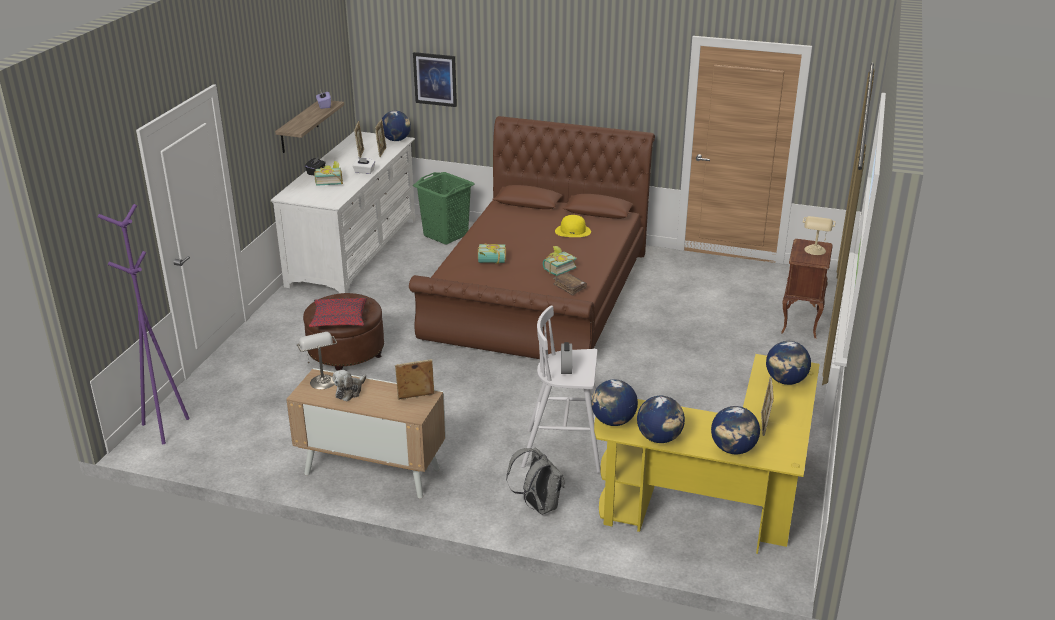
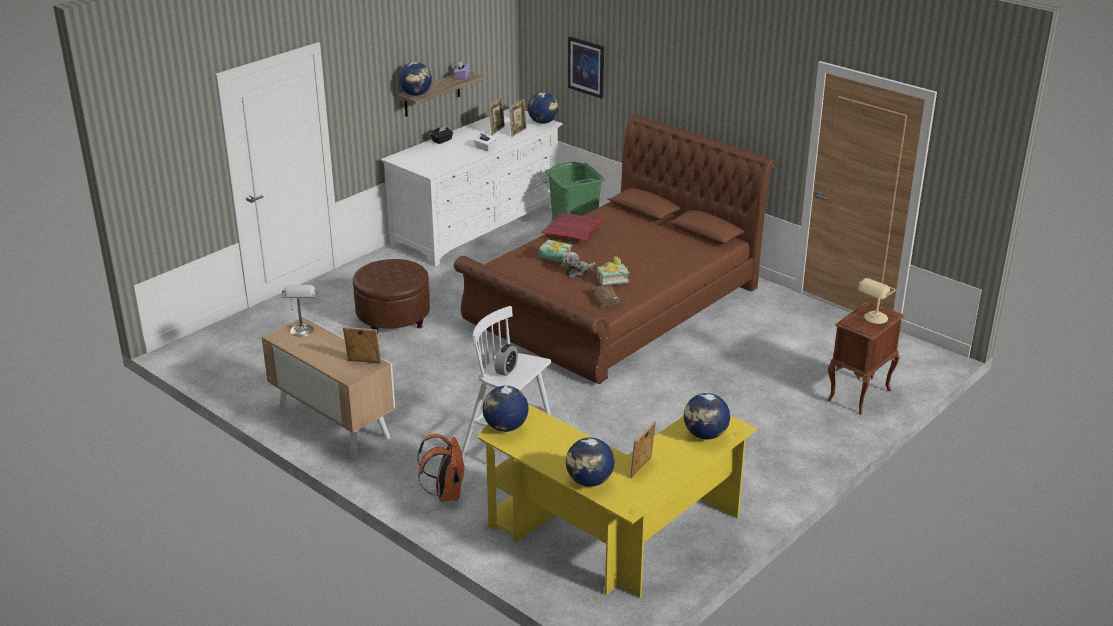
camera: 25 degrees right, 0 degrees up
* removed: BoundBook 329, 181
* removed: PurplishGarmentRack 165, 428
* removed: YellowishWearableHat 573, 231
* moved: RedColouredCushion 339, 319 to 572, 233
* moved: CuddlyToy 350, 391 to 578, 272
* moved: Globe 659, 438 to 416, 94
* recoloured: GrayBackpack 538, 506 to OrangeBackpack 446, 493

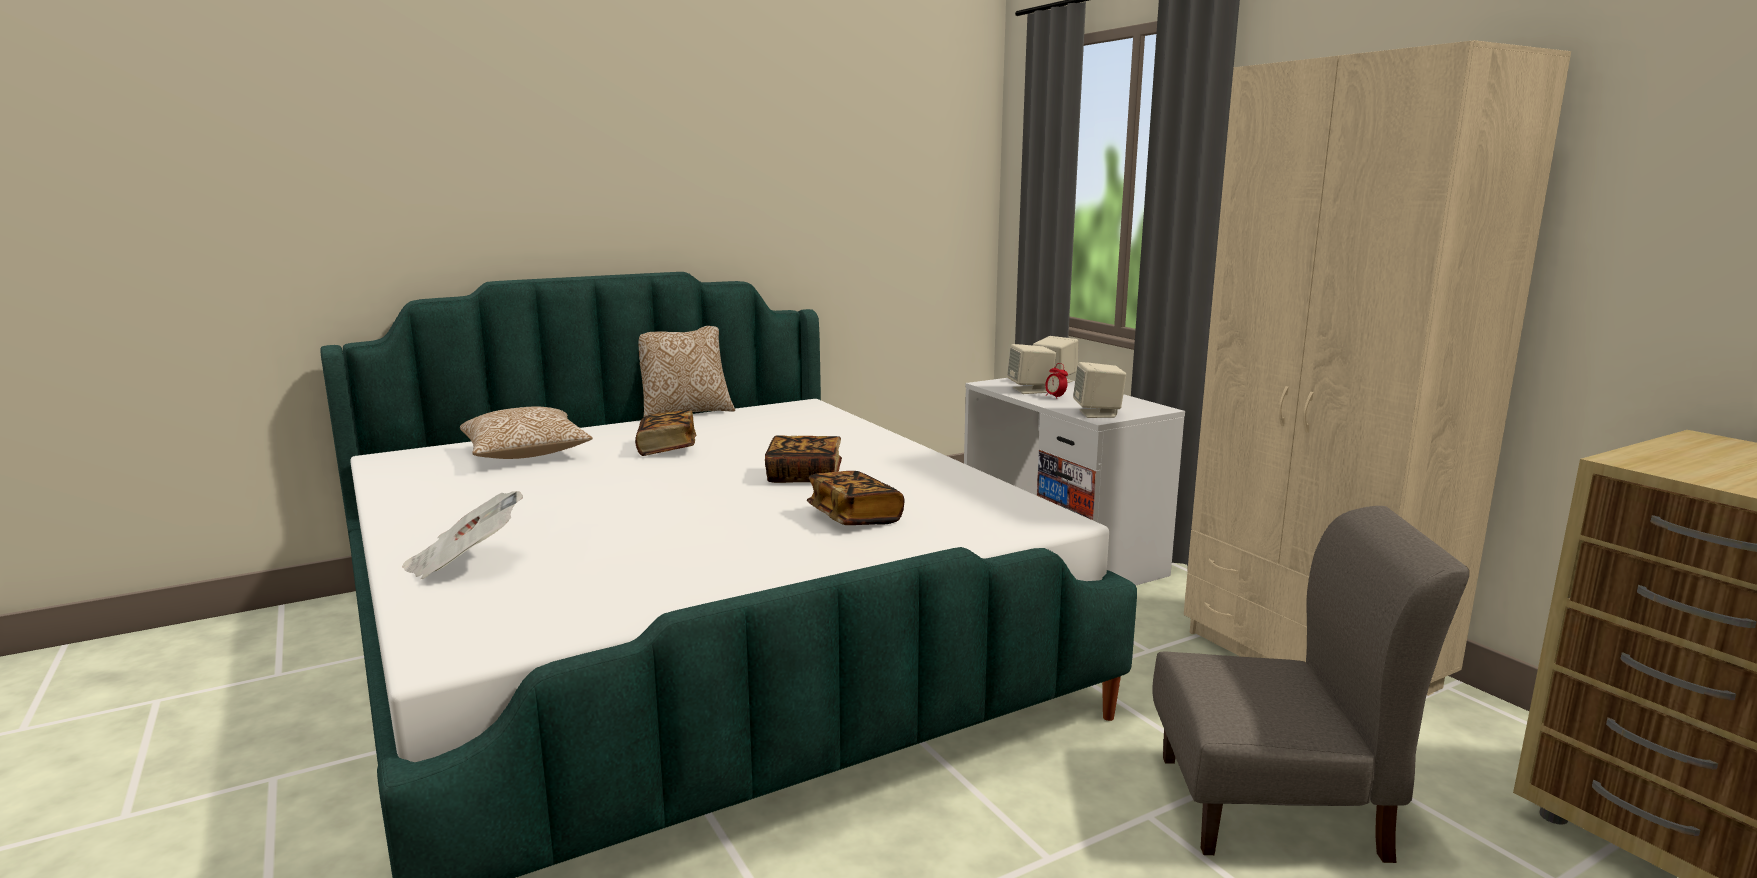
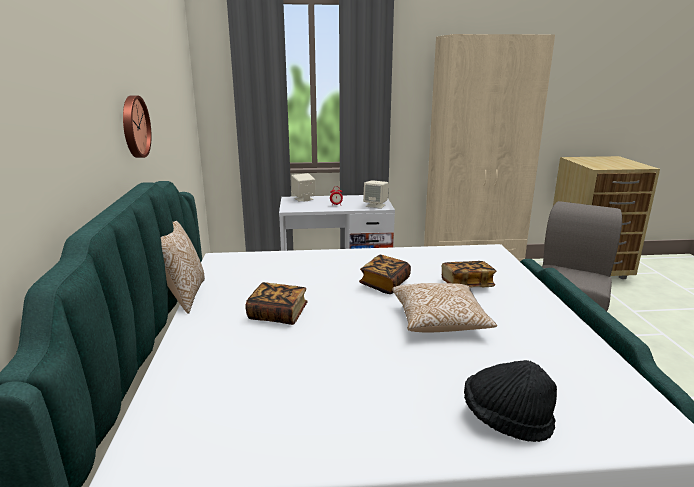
camera: 65 degrees left, 5 degrees up
* removed: BeigeAudioSpeaker 1030, 390
* moved: Cushion 526, 454 to 439, 321
* replaced: DailyPaper 464, 564 to BlackishWearableHat 506, 420
* added: ClockOnTheWall 134, 127

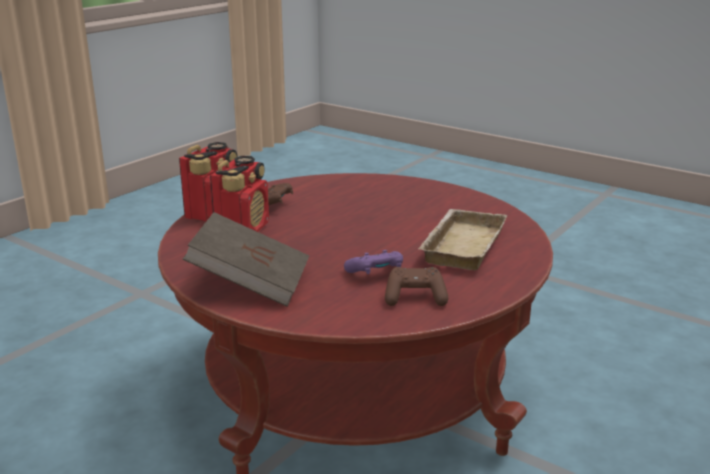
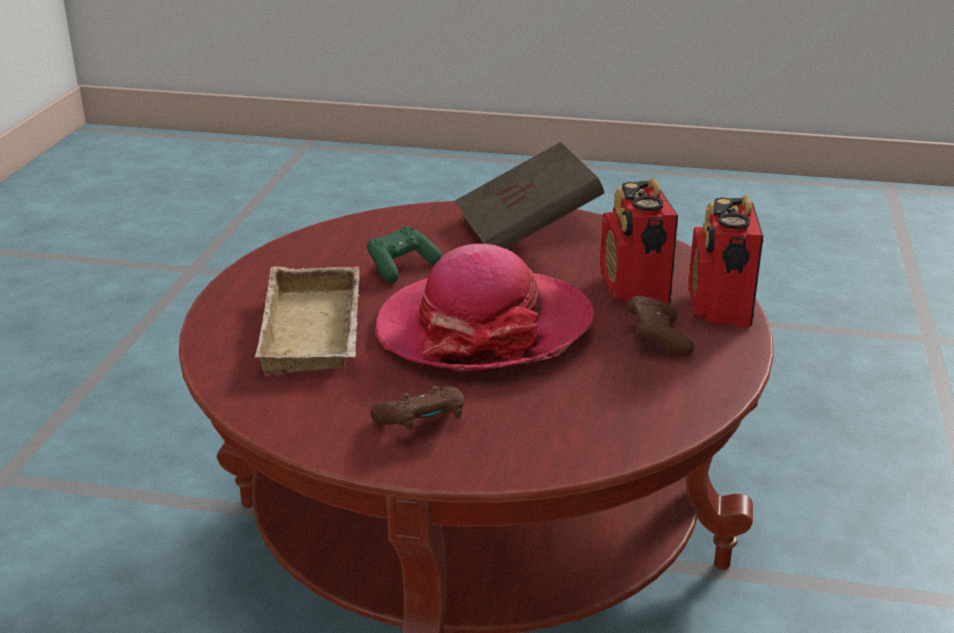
camera: 155 degrees right, 5 degrees up
* recoloured: PurplishGamepad 376, 274 to GreenColouredGamepad 401, 267
* moved: BrownGamepad 415, 298 to 422, 424
* added: WearableHat 484, 327

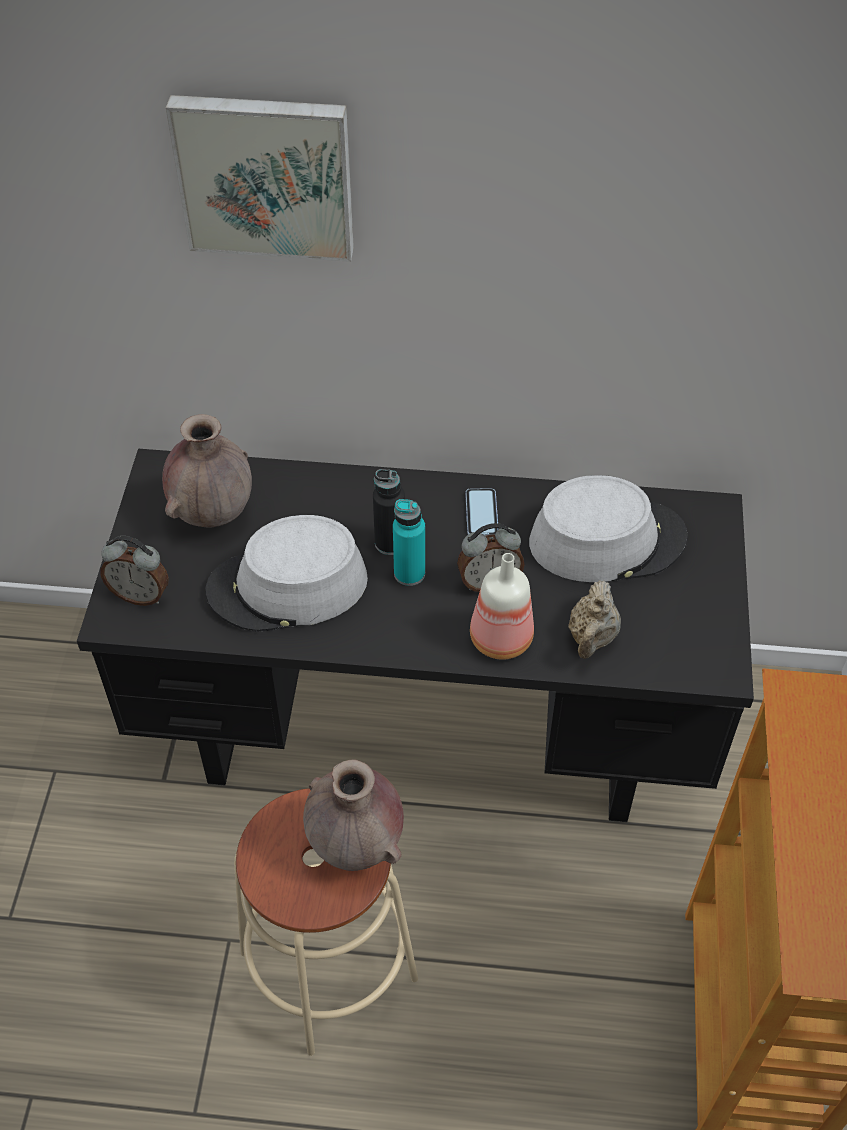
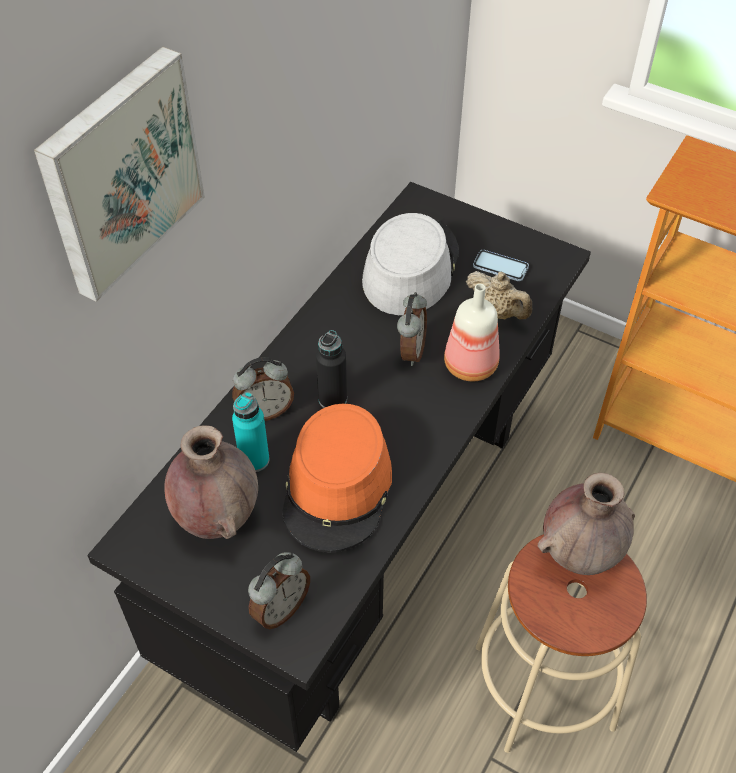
camera: 65 degrees left, 0 degrees up
* moved: Telephone 481, 514 to 500, 267
* moved: TurquoiseBottle 409, 573 to 254, 460
* recoloured: GrayWearableHat 288, 587 to OrangeWearableHat 338, 488
* added: BedsideClock 265, 411

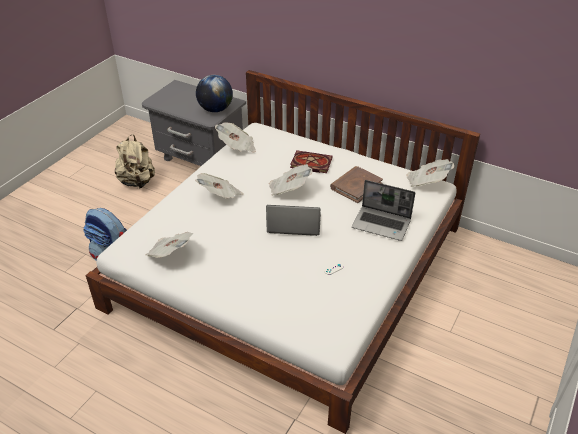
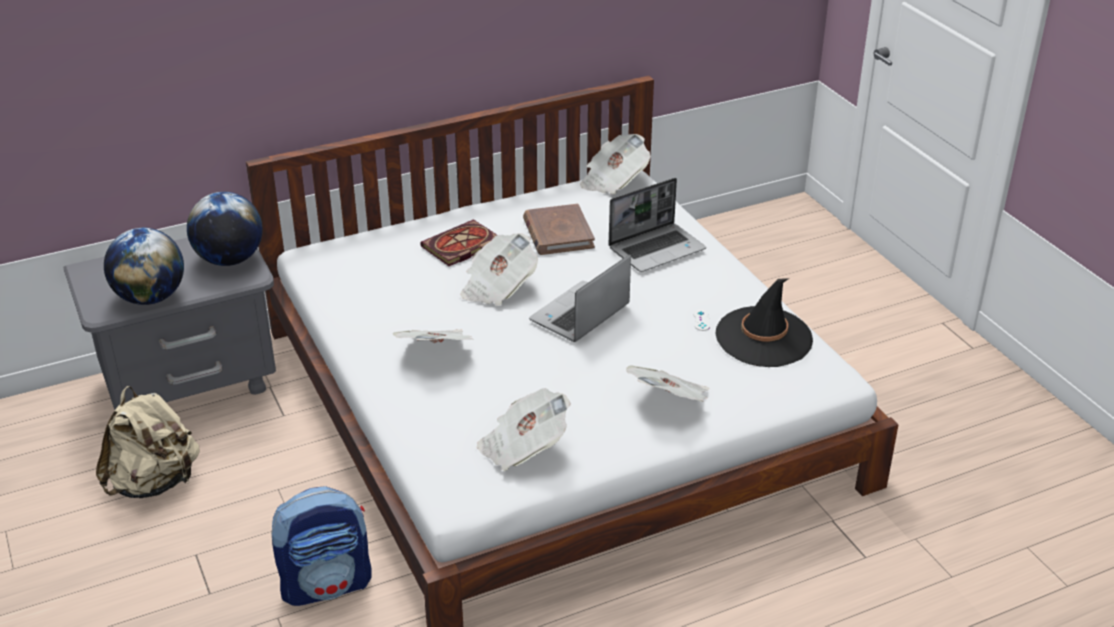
camera: 55 degrees left, 5 degrees down
* moved: DailyPaper 237, 147 to 670, 401
* added: Globe 150, 297
* added: BlackishWearableHat 764, 337

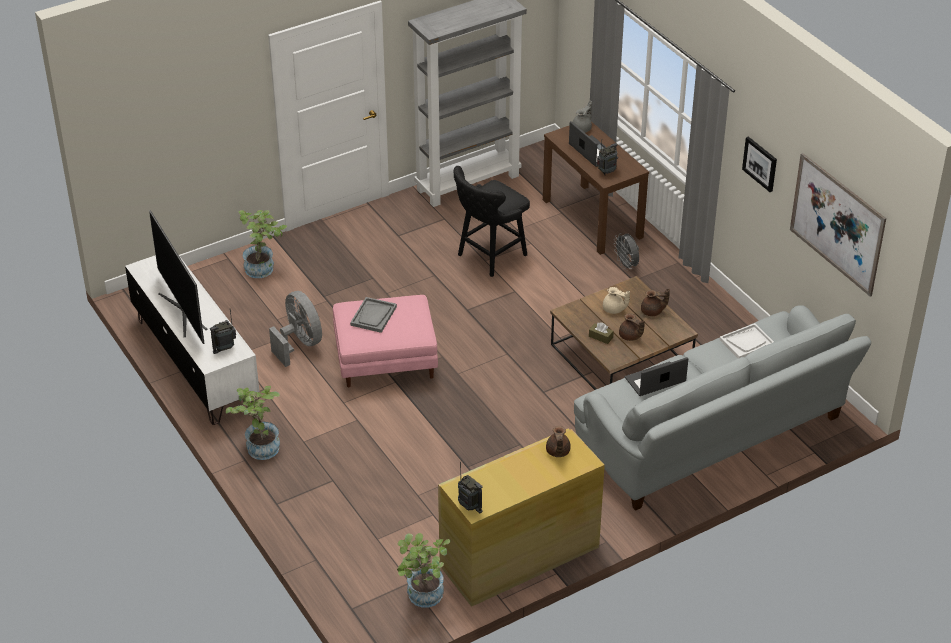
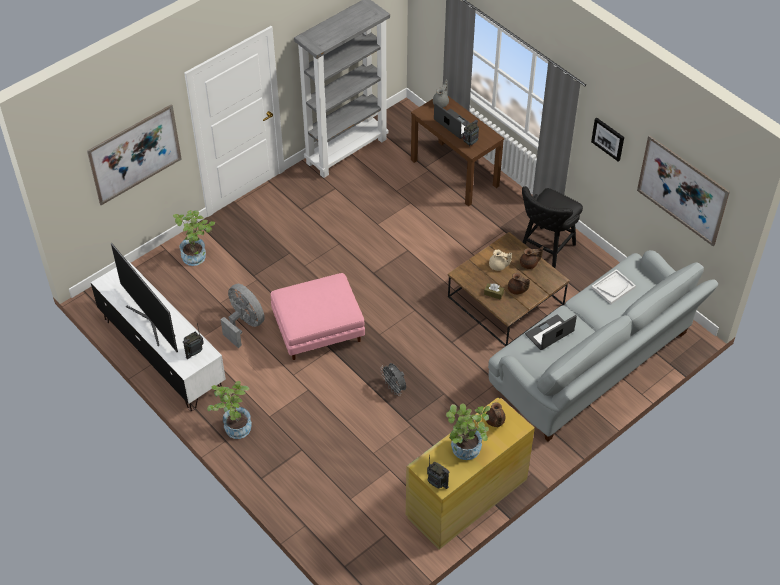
camera: 10 degrees left, 10 degrees up
* moved: BlackishSittingStool 489, 256 to 546, 249
* moved: GrayCoolingFan 626, 265 to 394, 388
* removed: GrayCarryingTray 373, 316
* moved: PottedPlant 423, 598 to 465, 452
* added: Picture 135, 154

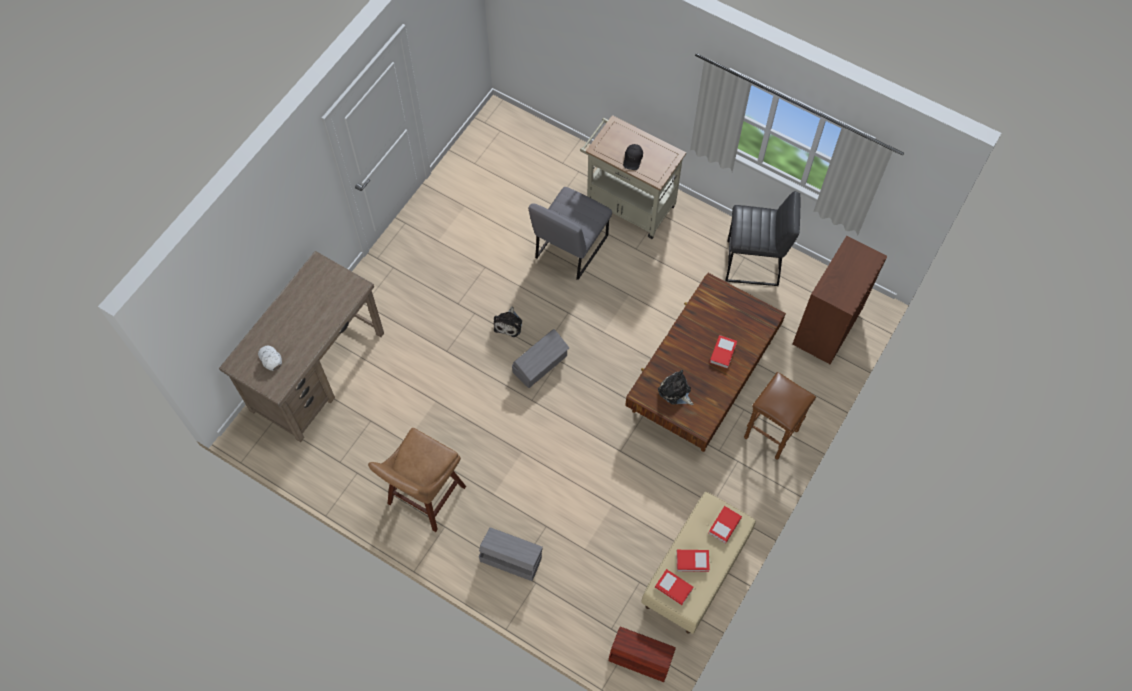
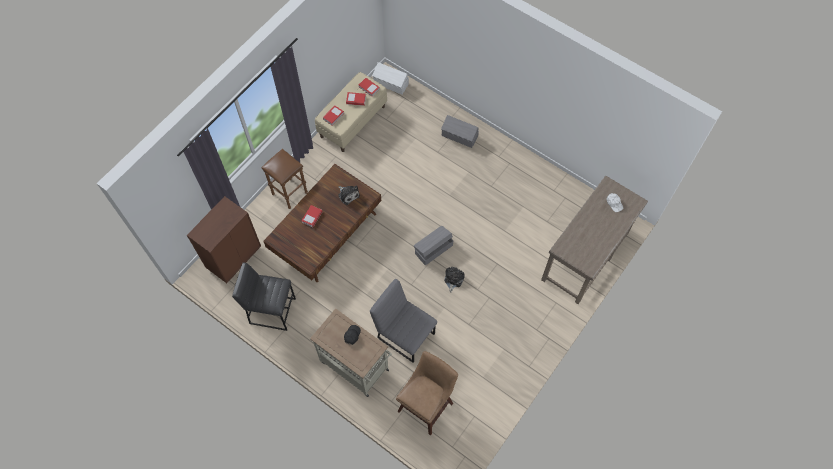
camera: 175 degrees left, 0 degrees up
* turned: GrayUprightChair 570, 248 = 404, 334 90 degrees counterclockwise
* moved: BrownSittingStool 425, 497 to 426, 405
* recoloured: BrownStorageContainer 640, 657 to WhiteColouredStorageContainer 391, 84

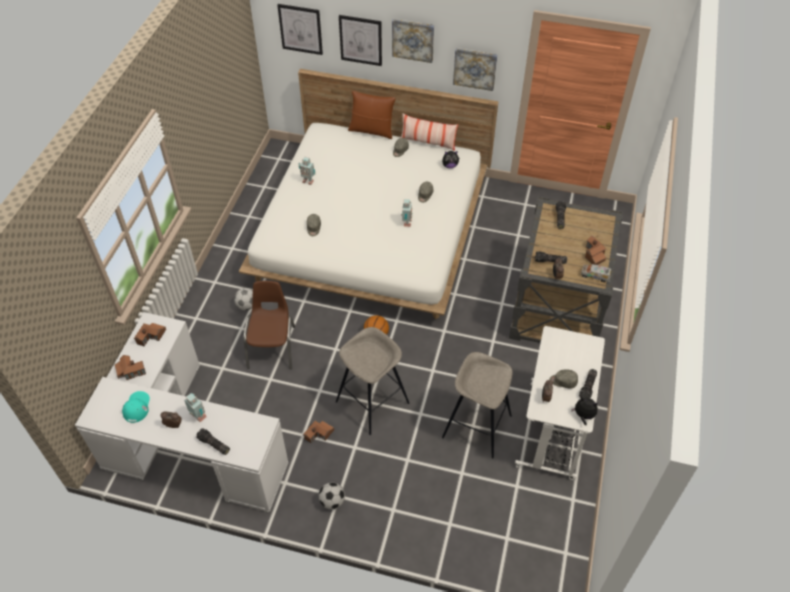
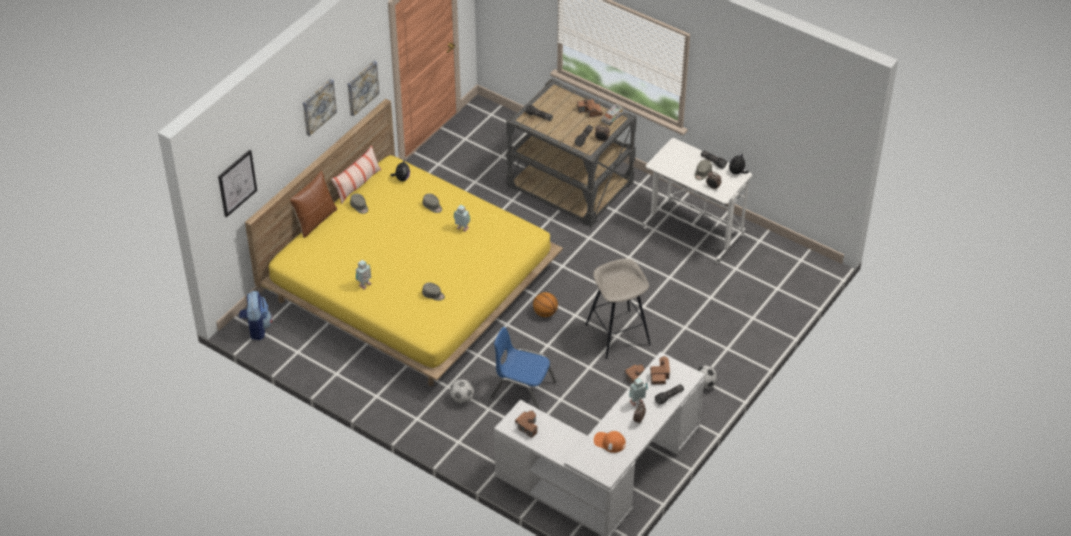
camera: 70 degrees left, 5 degrees down
* removed: Picture 361, 40
* recoloured: WhiteColouredBedroomBed 371, 231 to YellowishBedroomBed 412, 283
* recoloured: BrownUprightChair 272, 346 to BluishUprightChair 523, 390
* removed: GraySittingStool 476, 426
* moved: ModelHouse 130, 371 to 659, 374
* recoloured: TurquoisePeakedCap 136, 407 to OrangePeakedCap 609, 442
* added: Backpack 257, 328

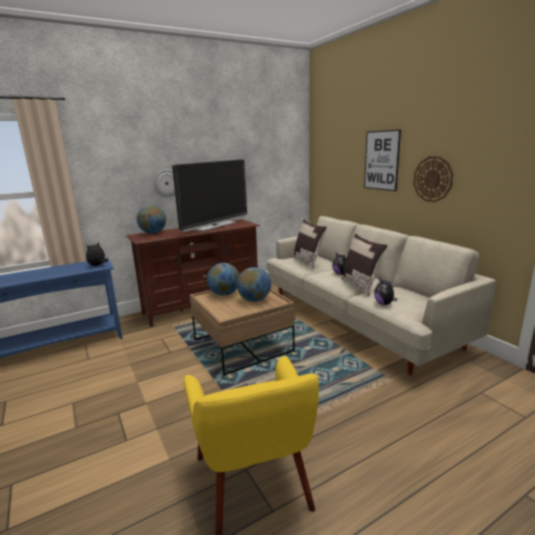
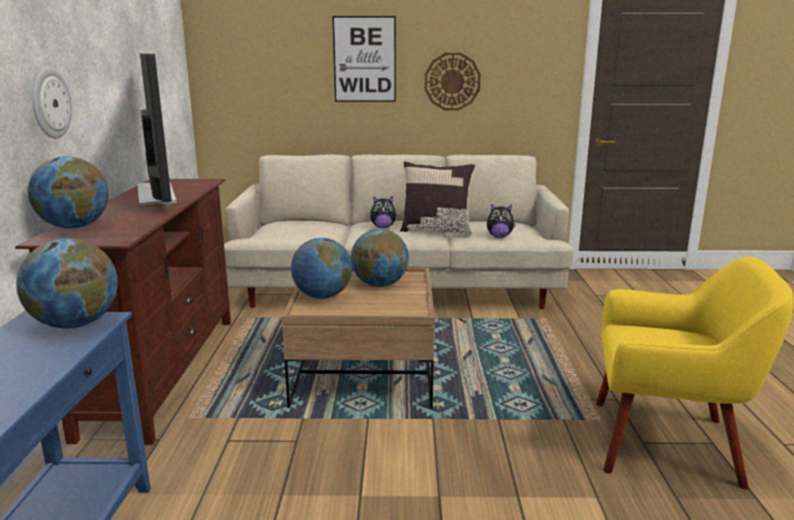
camera: 60 degrees left, 0 degrees up
* removed: Cushion 308, 262
* replaced: CuddlyToy 98, 265 to Globe 75, 324

